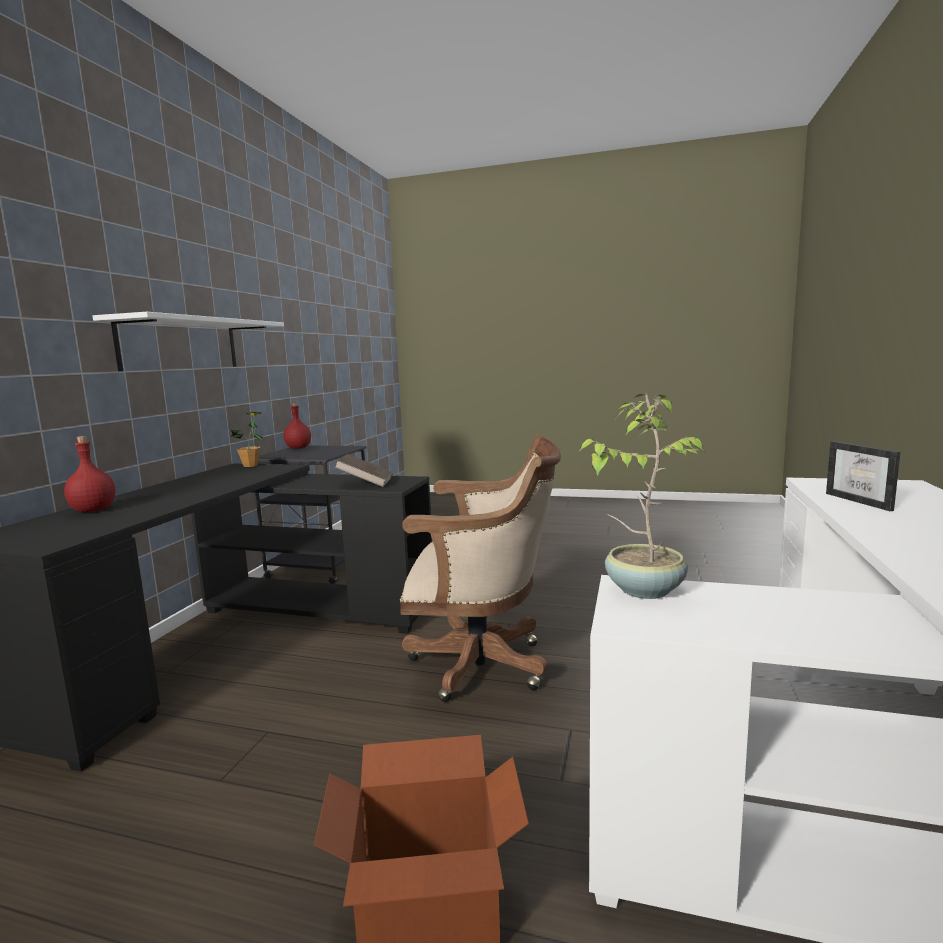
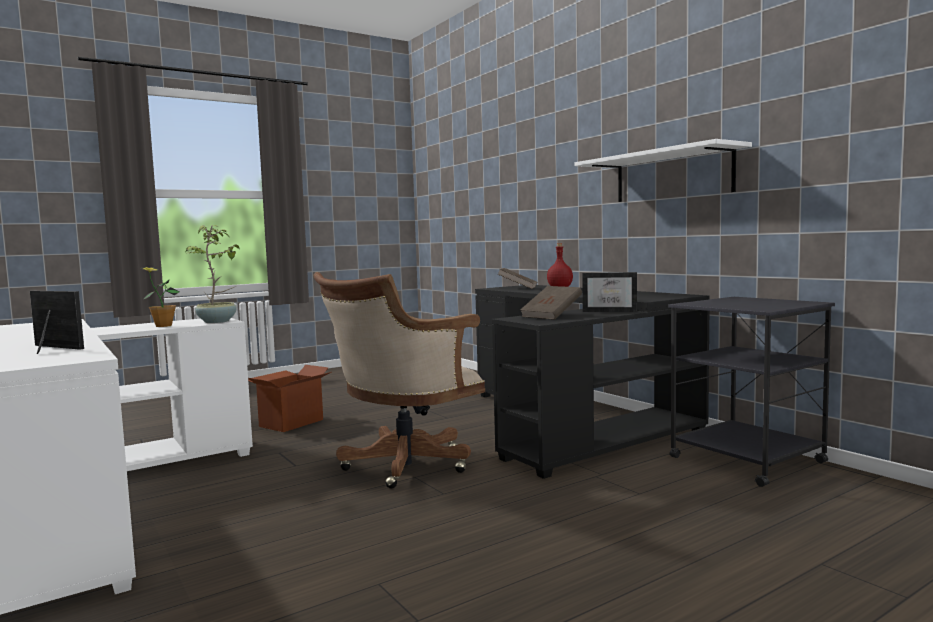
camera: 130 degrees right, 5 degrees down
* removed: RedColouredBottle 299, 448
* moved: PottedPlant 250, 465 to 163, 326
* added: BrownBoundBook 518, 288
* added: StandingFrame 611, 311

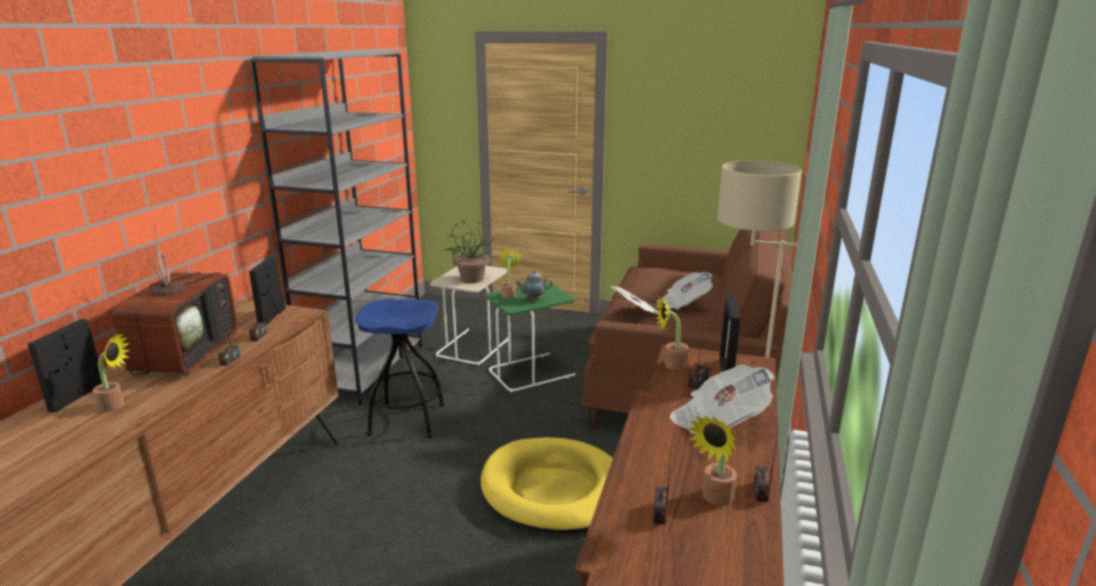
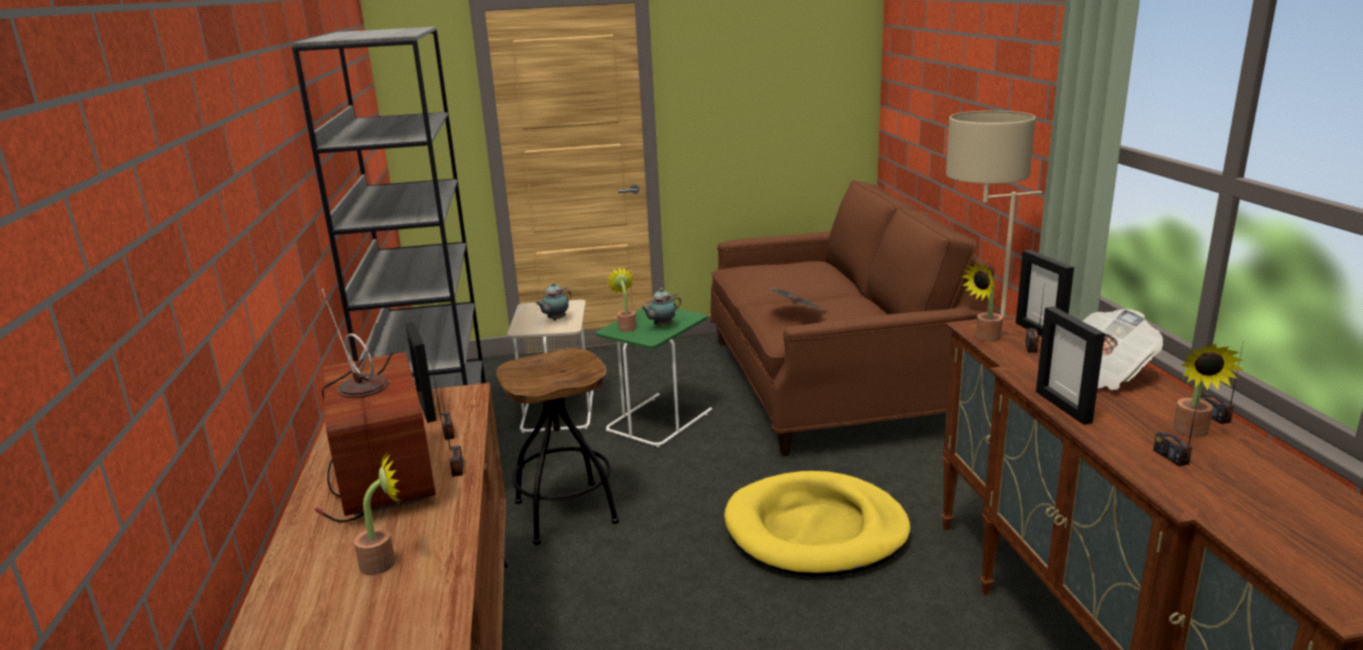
camera: 25 degrees left, 0 degrees up
* replaced: PottedPlant 471, 279 to TeaPot 555, 319
* removed: DailyPaper 683, 303
* recoloured: BluishSittingStool 407, 419 to BrownSittingStool 566, 511
* moved: StandingFrame 78, 397 to 1064, 406

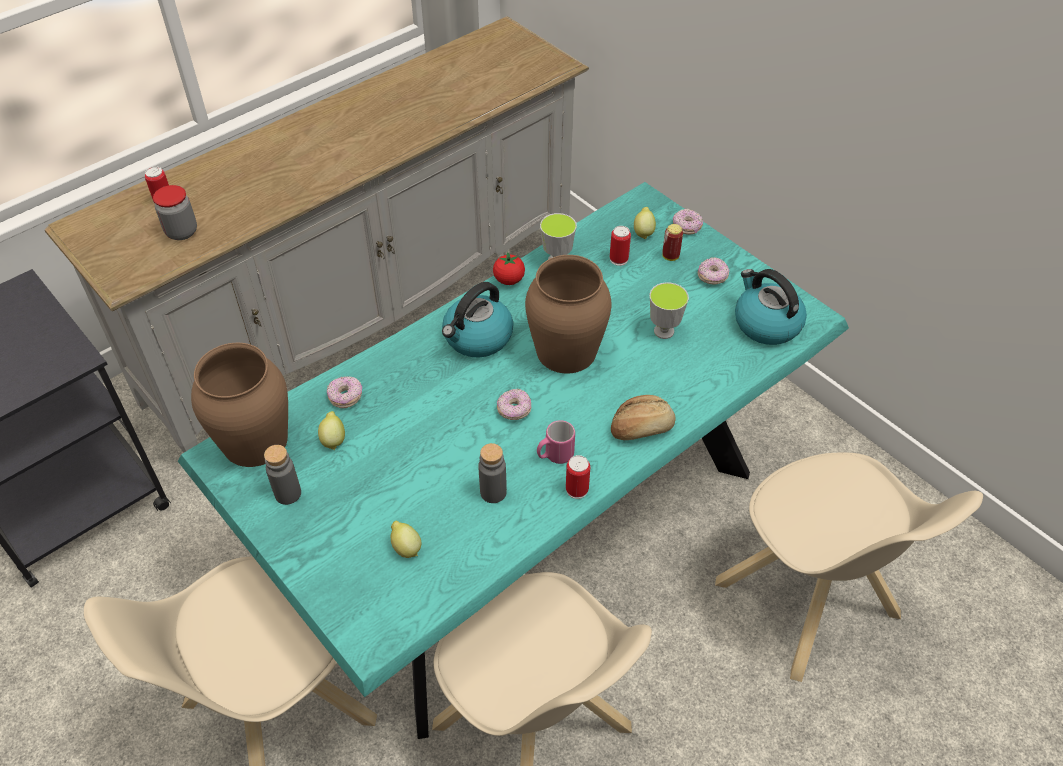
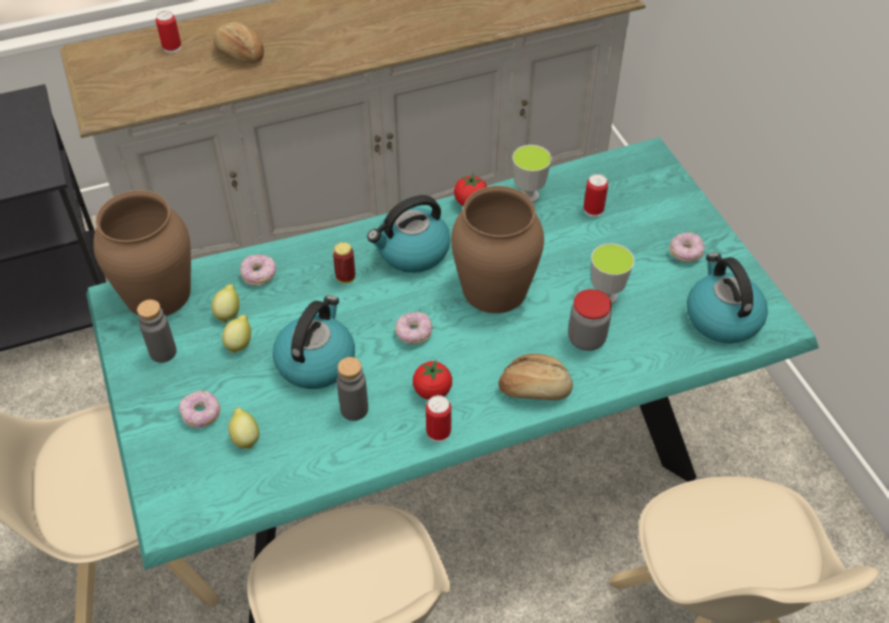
camera: 20 degrees right, 0 degrees up
* moved: Jar 181, 232 to 586, 339
* moved: Lemon 643, 232 to 240, 343
* moved: RingDoughnut 687, 227 to 201, 414
* moved: SealedCan 670, 256 to 345, 277
* replaced: PinkishTeaMug 554, 455 to FreshTomato 432, 391
* added: BakedBread 239, 54
* added: Kettle 316, 361

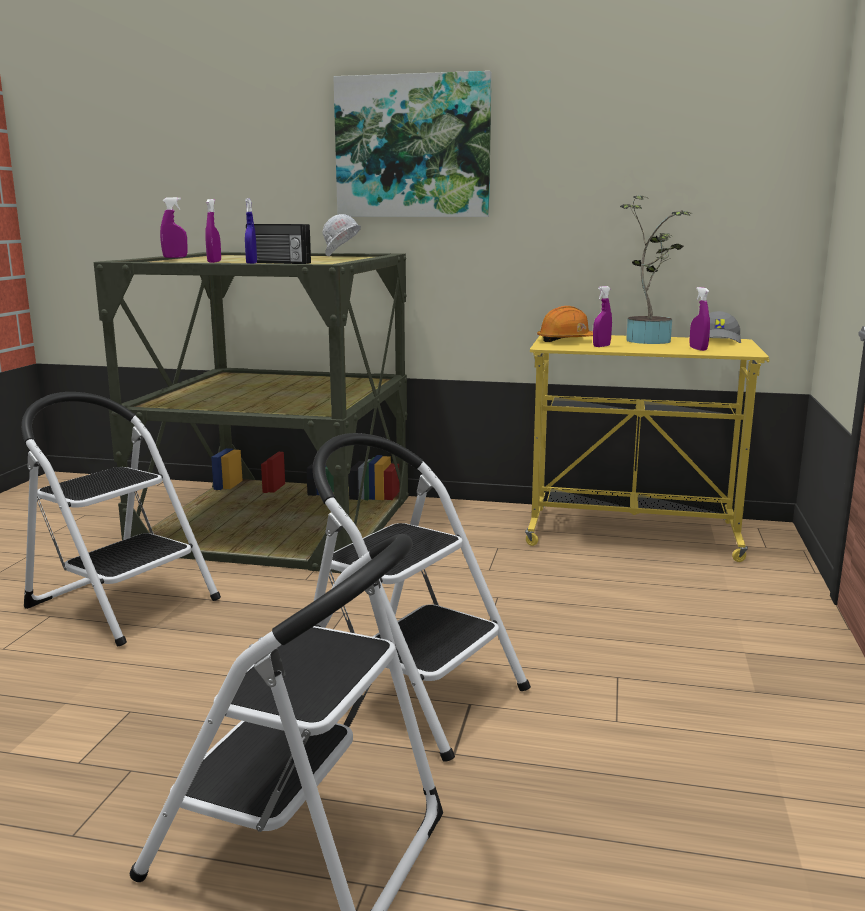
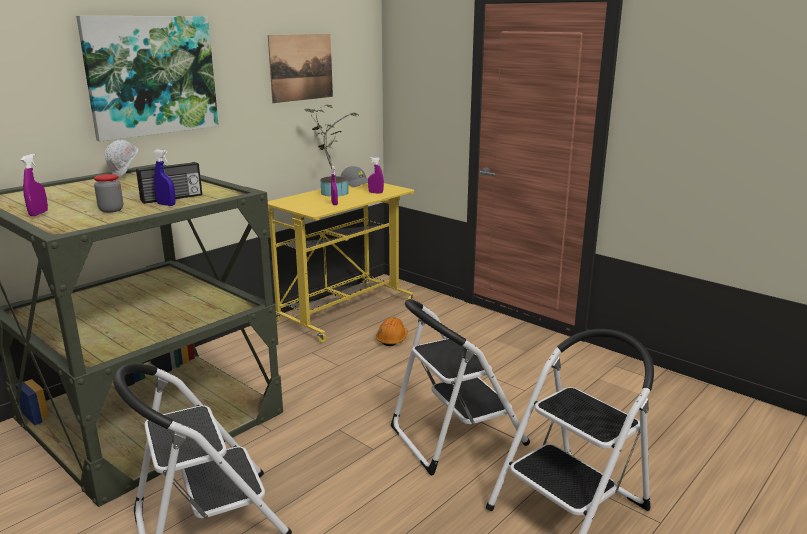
camera: 60 degrees left, 5 degrees up
* replaced: PurplishSprayBottle 214, 262 to Jar 111, 210
* moved: OrangeSafetyHelmet 566, 341 to 392, 339
* added: Picture 301, 67

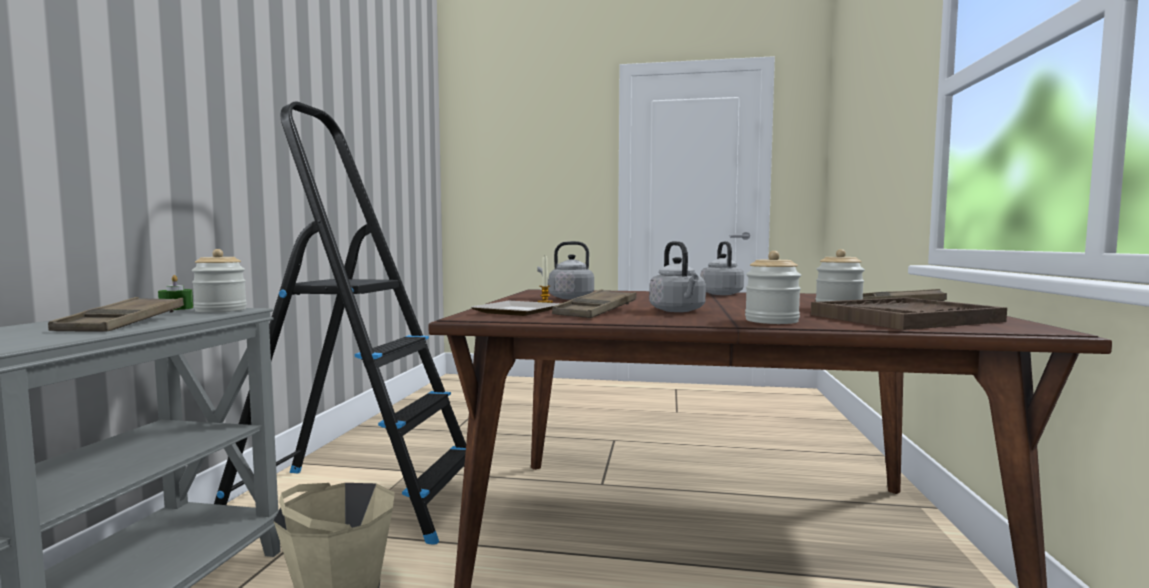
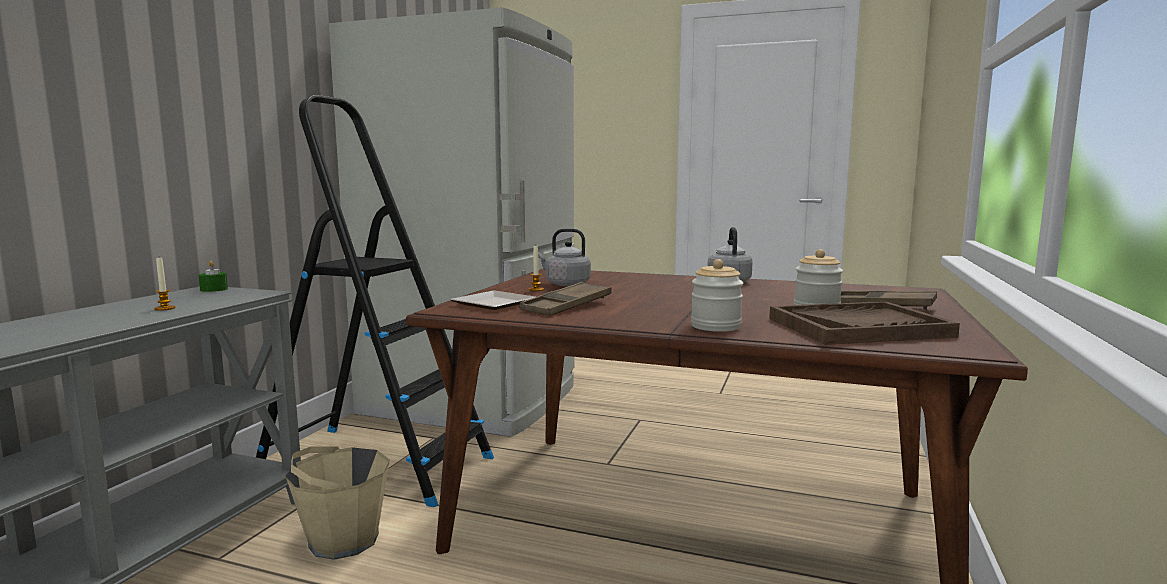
camera: 10 degrees right, 5 degrees up
* removed: GrayKettle 678, 311
* removed: Jar 221, 310
* replaced: BrownCarryingTray 123, 323 to WaxCandle 165, 308
* added: WhiteColouredRefrigerator 474, 398

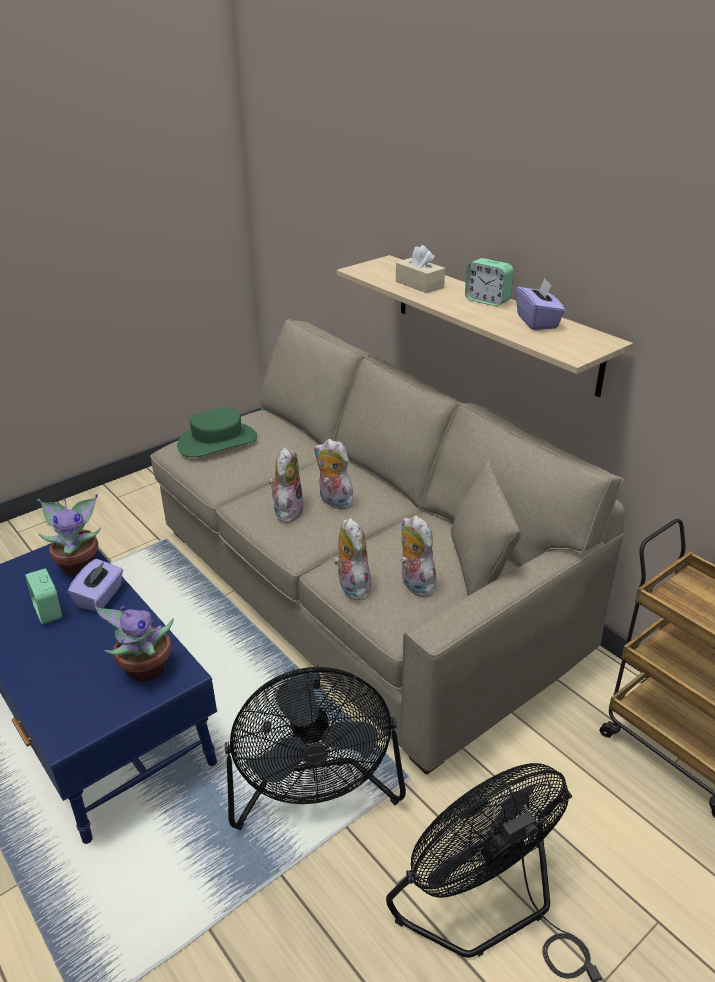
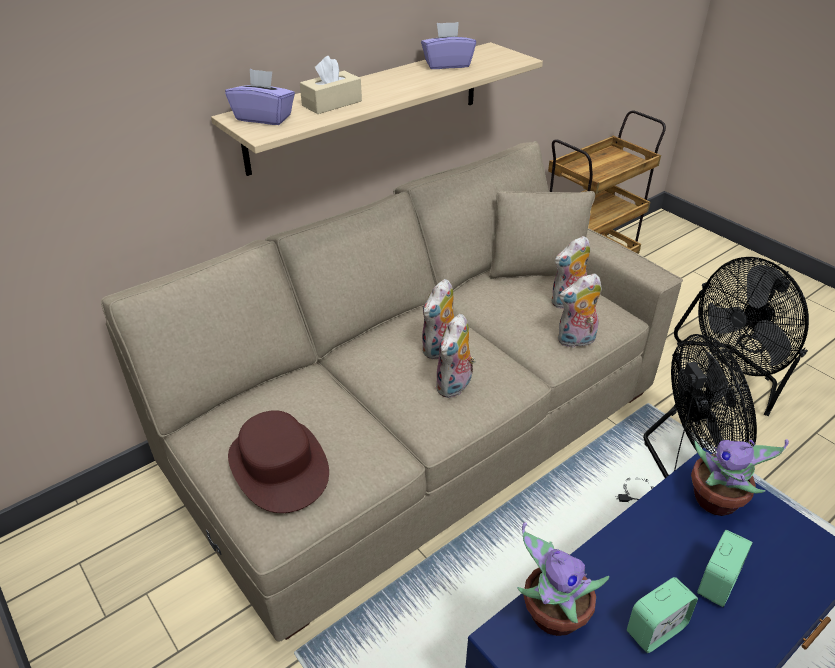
camera: 90 degrees left, 5 degrees up
* moved: BedsideClock 487, 300 to 717, 582
* recoloured: GreenColouredWearableHat 217, 441 to BrownWearableHat 278, 466
* turned: CuddlyToy 287, 511 = 455, 387 75 degrees counterclockwise
* moved: PurplishTissueHolder 100, 597 to 264, 118

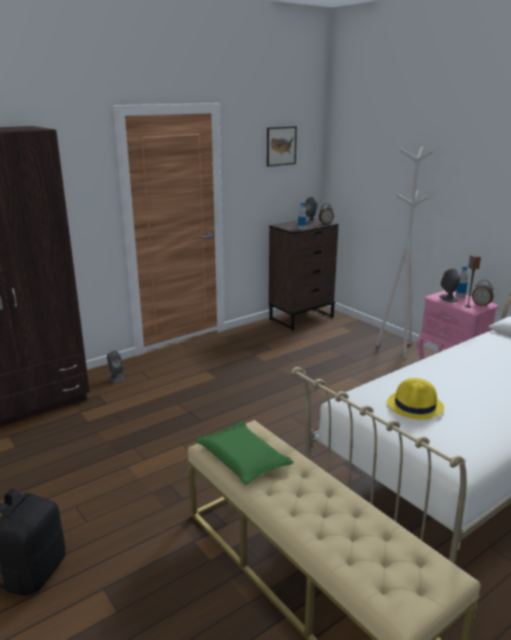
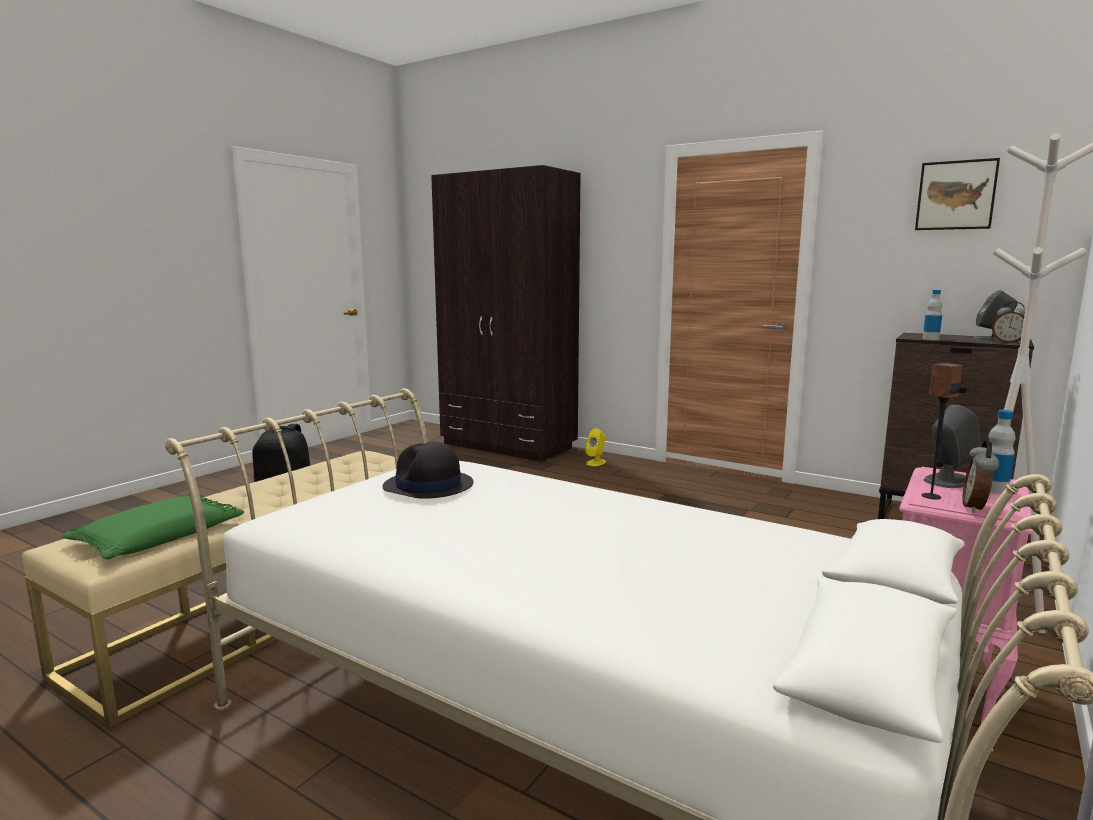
camera: 70 degrees right, 10 degrees down
* recoloured: GrayAudioSpeaker 115, 377 to YellowishAudioSpeaker 596, 462
* recoloured: YellowishWearableHat 415, 406 to BlackishWearableHat 428, 486
* moved: GreenColouredCushion 243, 457 to 158, 534

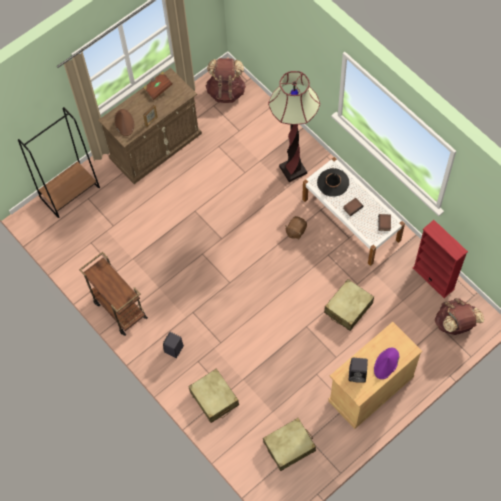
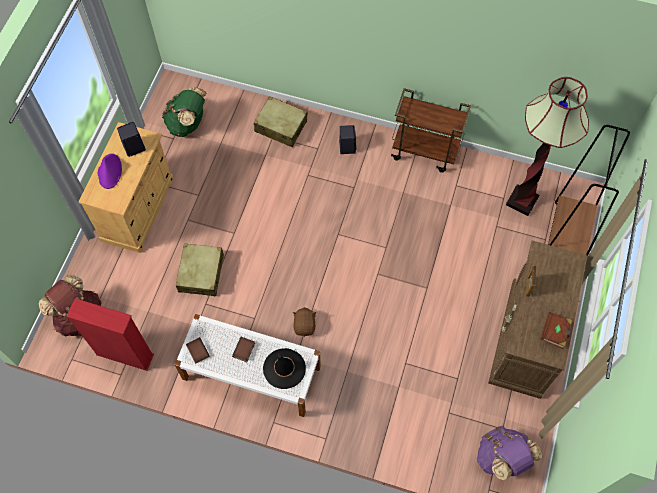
camera: 145 degrees right, 0 degrees up
* recoloured: BrownBackpack 226, 91 to PurplishBackpack 502, 458
* moved: StandingLamp 293, 170 to 521, 201
* removed: BrownWearableHat 124, 122
* replaced: BeigeSuitcase 289, 446 to GreenColouredBackpack 188, 124

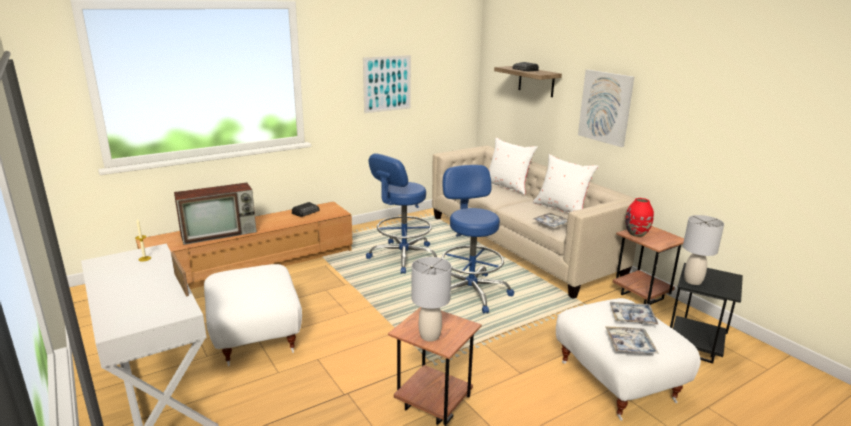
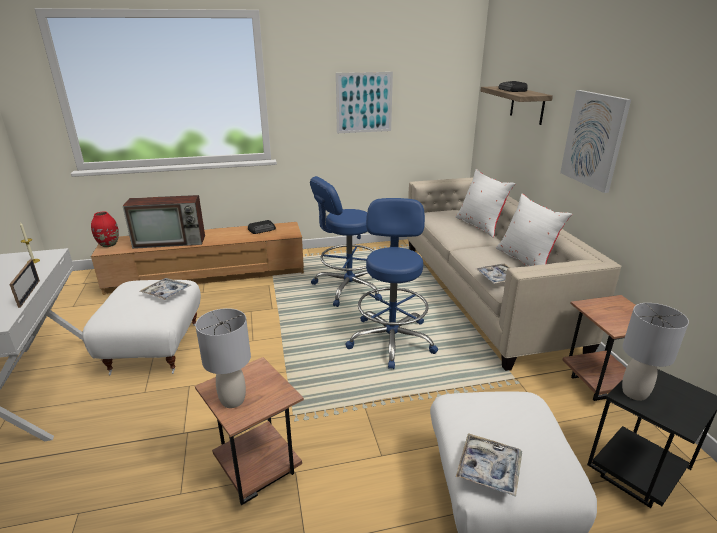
camera: 20 degrees right, 5 degrees up
* moved: RedColouredFlowerVase 637, 234 to 109, 244
* moved: CarryingTray 632, 317 to 166, 292

